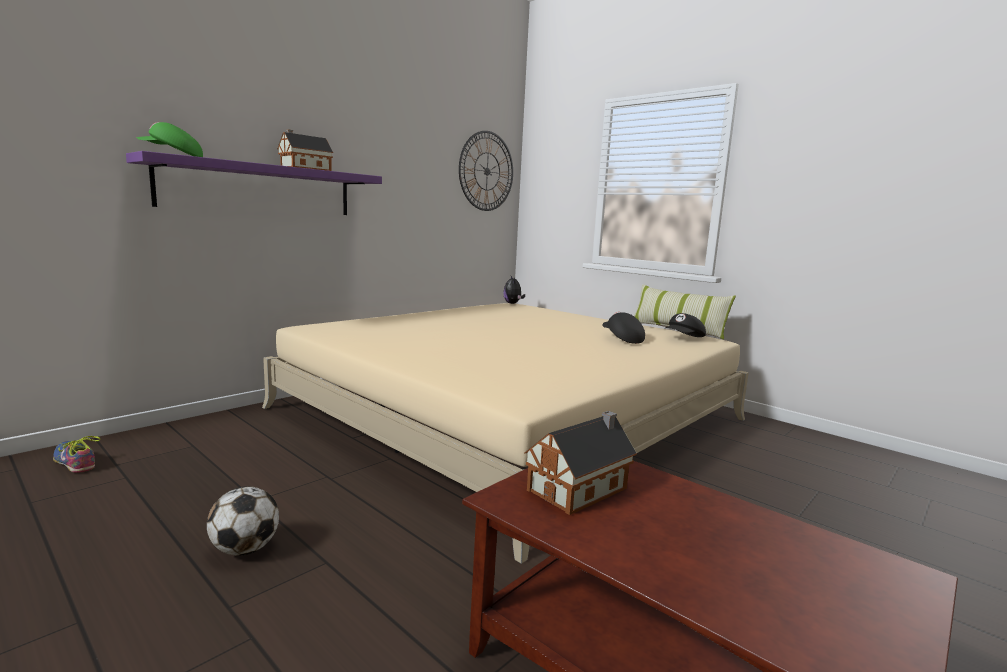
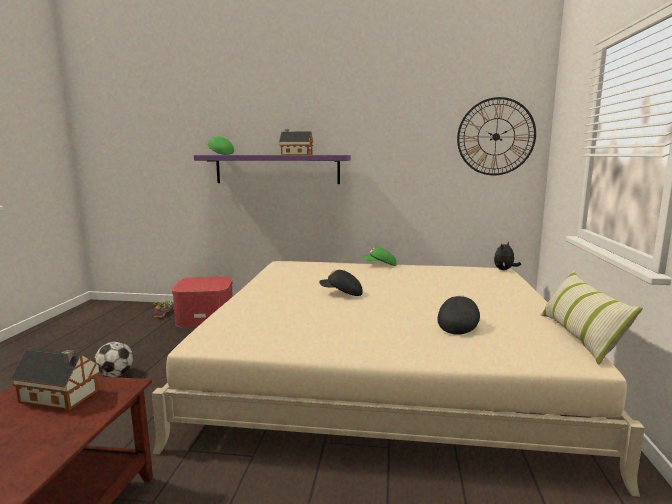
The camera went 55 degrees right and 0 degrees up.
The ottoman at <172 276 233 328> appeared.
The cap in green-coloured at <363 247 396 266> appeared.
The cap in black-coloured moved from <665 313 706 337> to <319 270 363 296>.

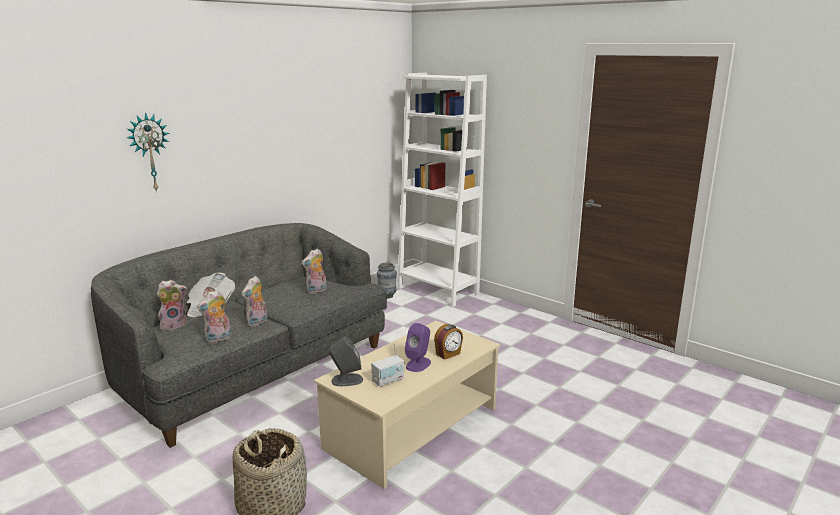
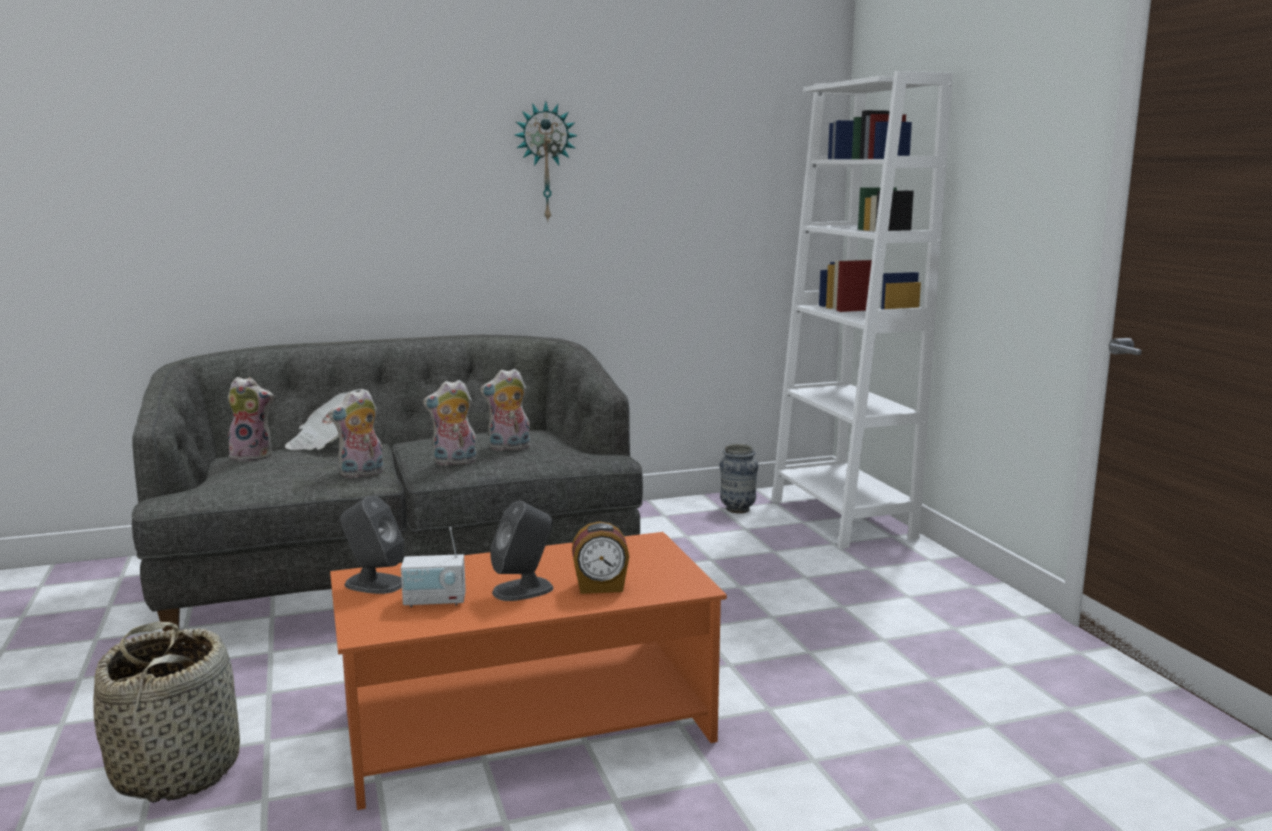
The camera went 30 degrees right and 5 degrees down.
The clock on the wall moved from <127 113 170 192> to <515 101 578 223>.
The soft toy moved from <197 289 231 344> to <423 380 477 465>.
The lounge table in beige-coloured at <314 321 500 489> became the lounge table in orange at <330 532 727 810>.
The speaker in purple at <405 323 431 372> became the speaker in gray at <490 501 553 601>.

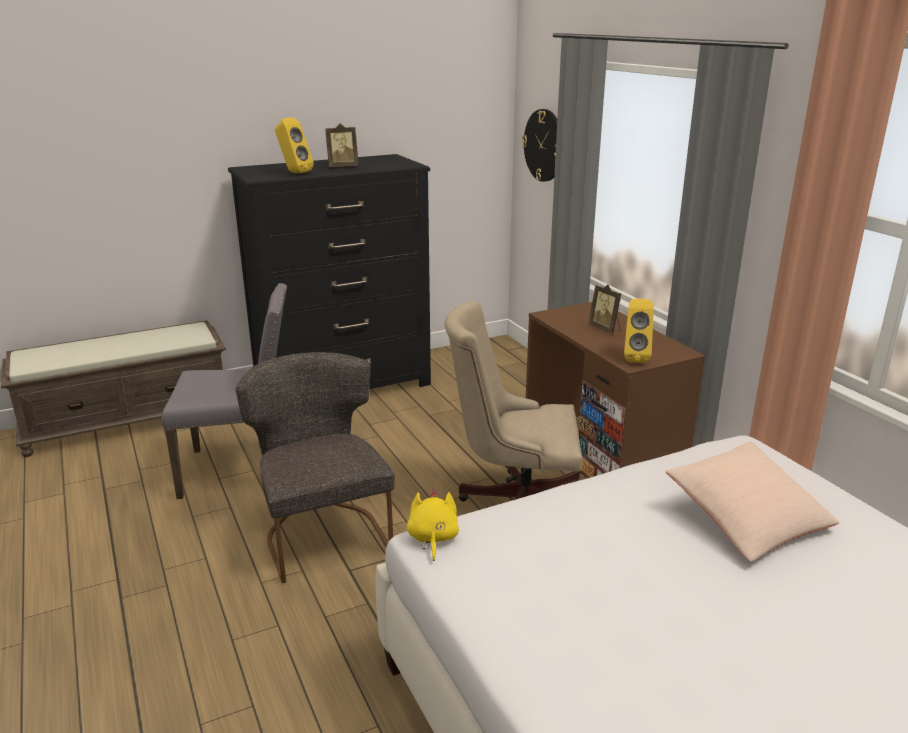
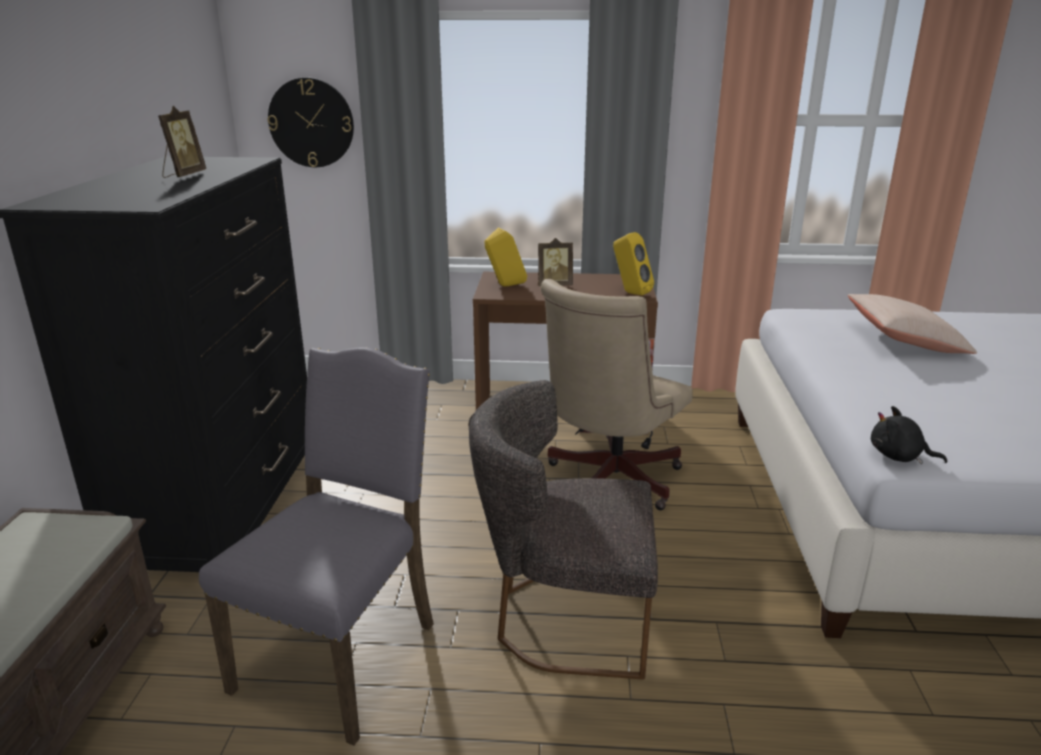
The camera went 60 degrees left and 0 degrees up.
The speaker in yellowish moved from <275 118 314 174> to <485 227 527 287>.
The soft toy in yellowish at <407 489 459 561> became the soft toy in black-coloured at <871 406 947 464>.

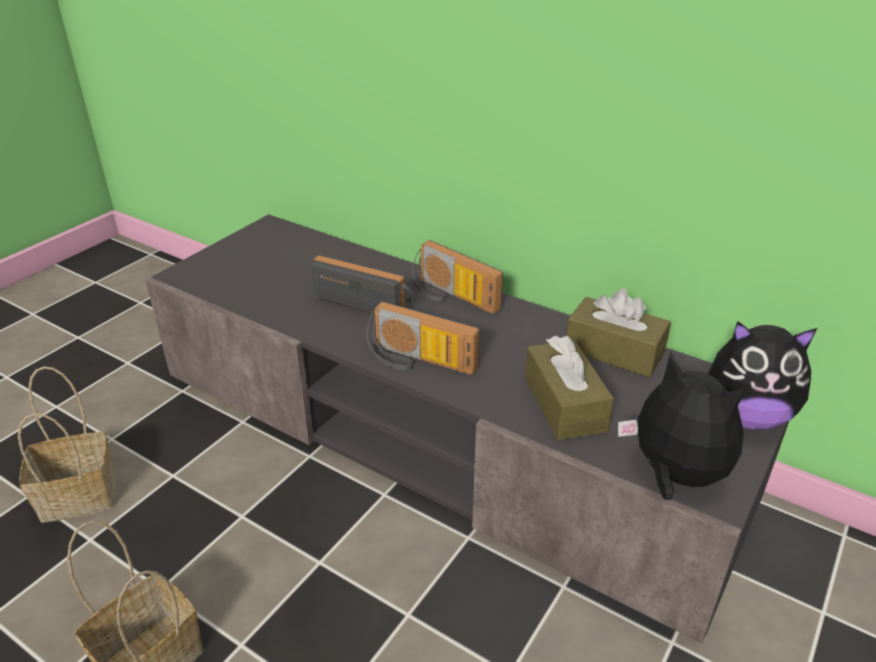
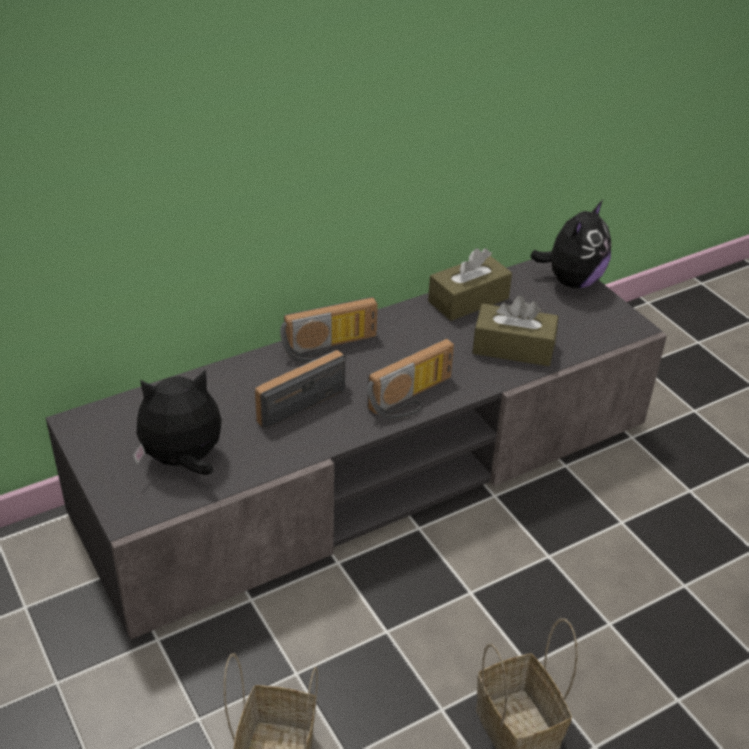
The camera went 65 degrees left and 5 degrees up.
The soft toy moved from <618 352 745 500> to <133 369 222 475>.

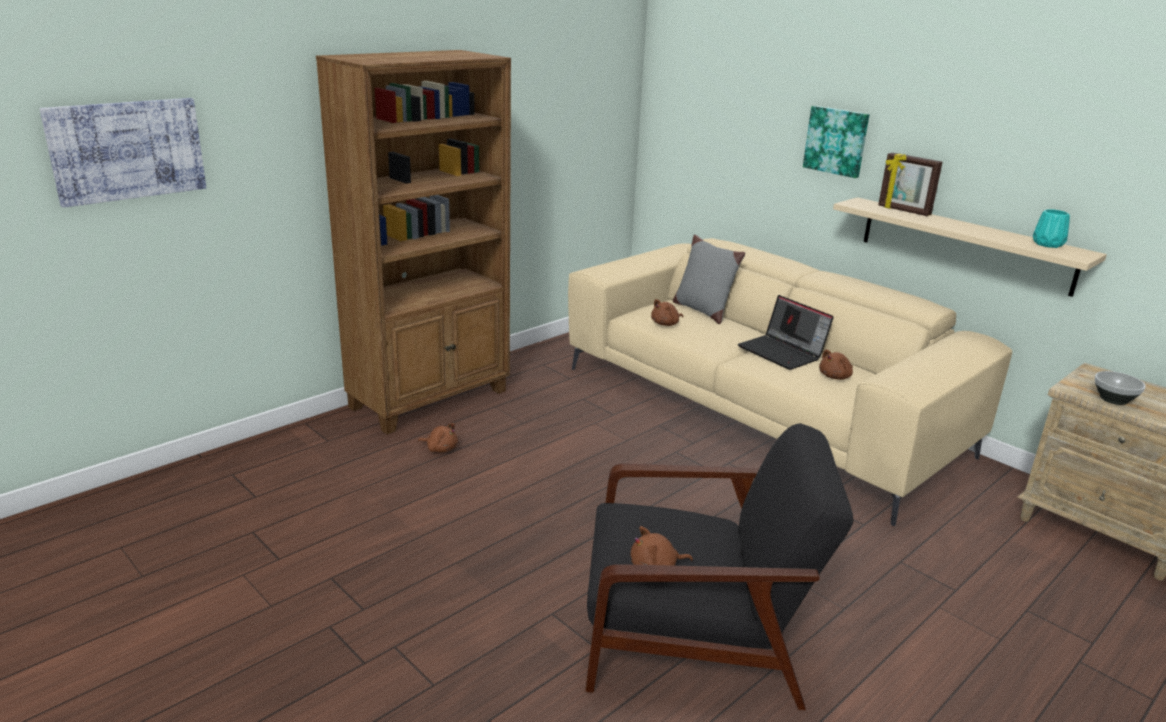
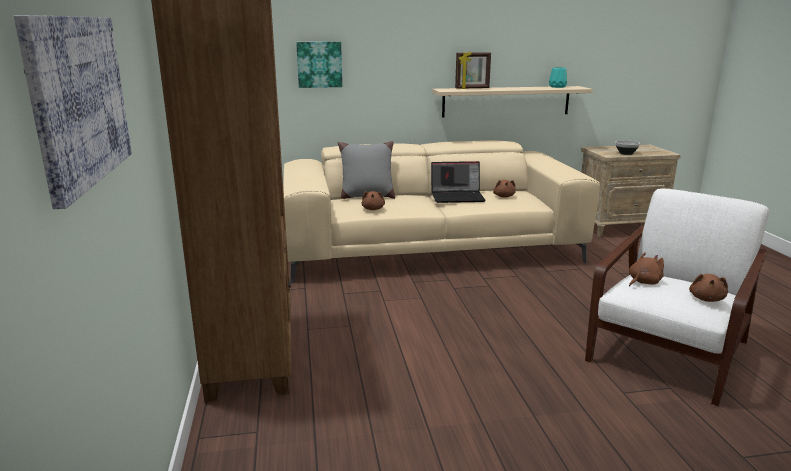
The camera went 55 degrees left and 5 degrees down.
The soft toy in brown moved from <418 423 458 452> to <629 252 664 286>.
The wall picture moved from <803 106 869 178> to <296 42 342 88>.
The easy chair in black-coloured at <585 423 853 710> became the easy chair in white at <585 188 769 406>.

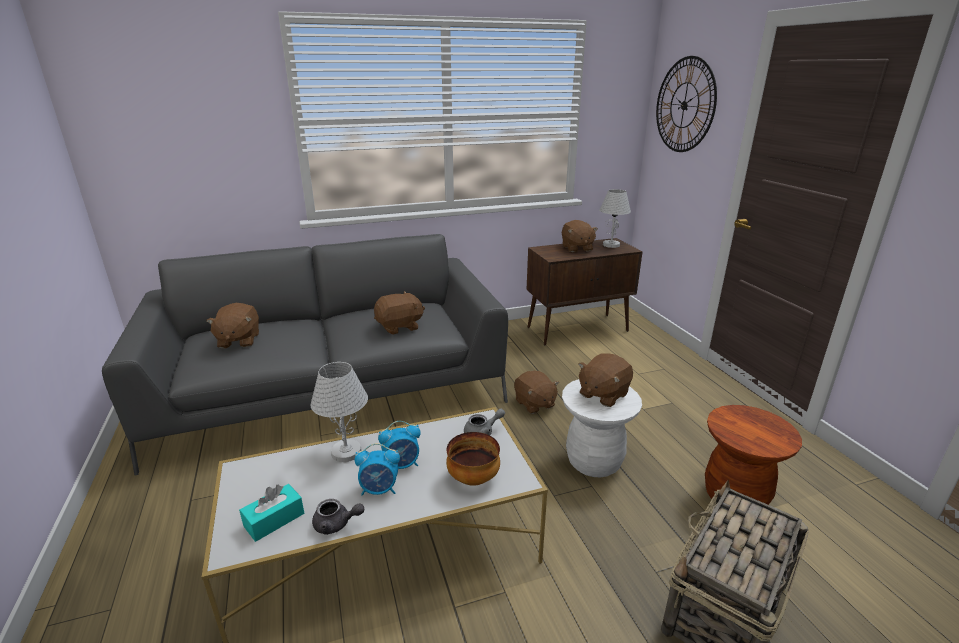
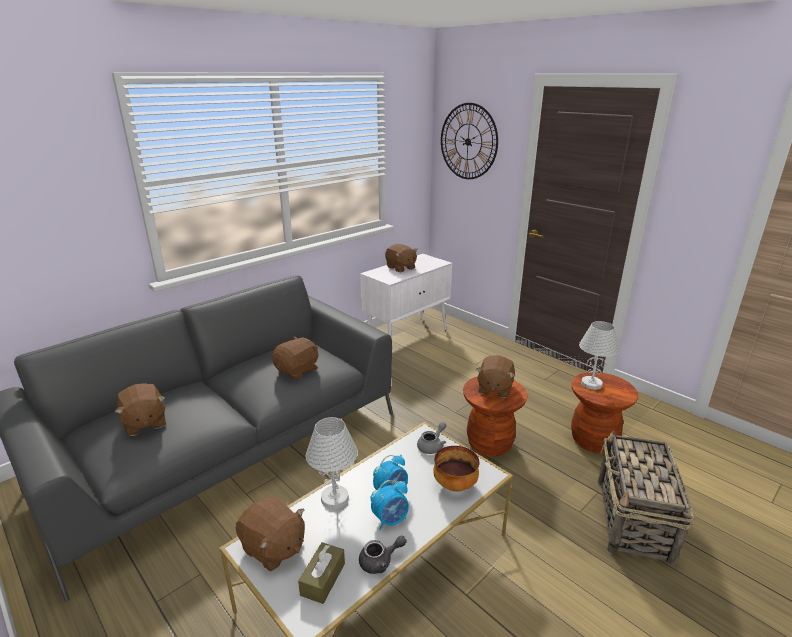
The camera went 25 degrees left and 0 degrees up.
The soft toy in brown moved from <514 371 559 414> to <236 496 305 572>.
The tabletop lamp in white moved from <599 189 631 248> to <579 321 619 390>.
The tissue box in turquoise at <239 484 304 542> became the tissue box in brown at <298 542 345 604>.
The cupboard in brown at <526 238 643 345> became the cupboard in white at <360 254 452 339>.
The stool seat in white at <562 379 642 477> became the stool seat in brown at <463 377 528 457>.

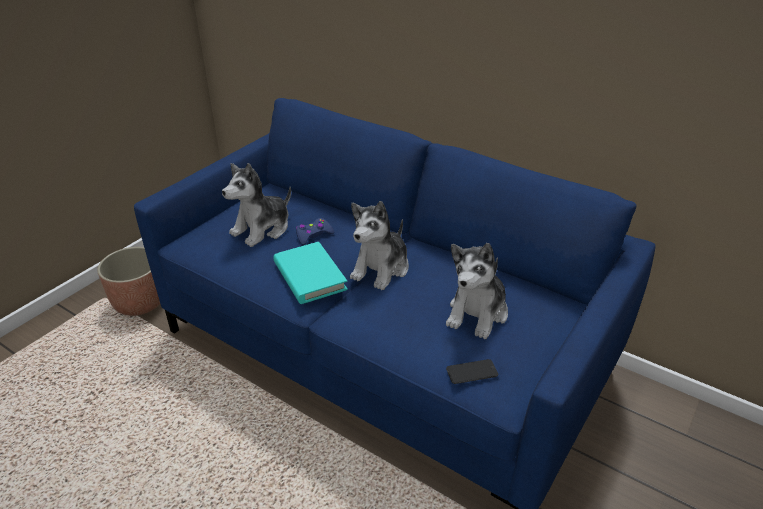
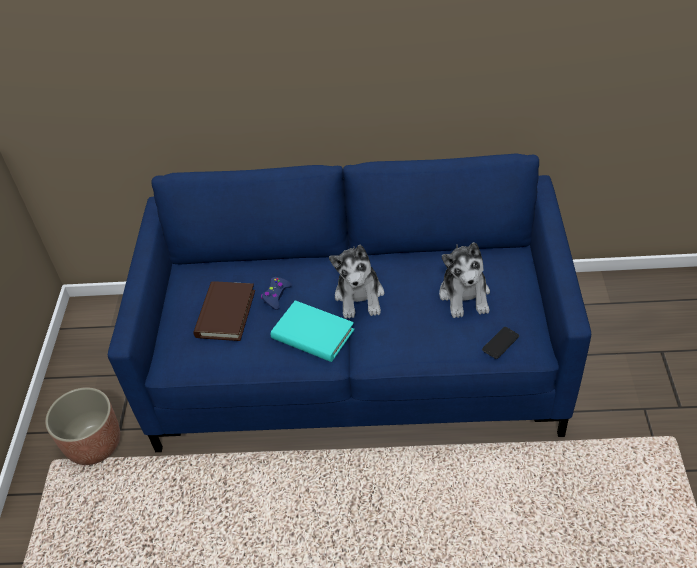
The camera went 30 degrees left and 10 degrees up.
The soft toy at <222 163 291 247> was replaced by the volume in brown at <193 281 255 341>.

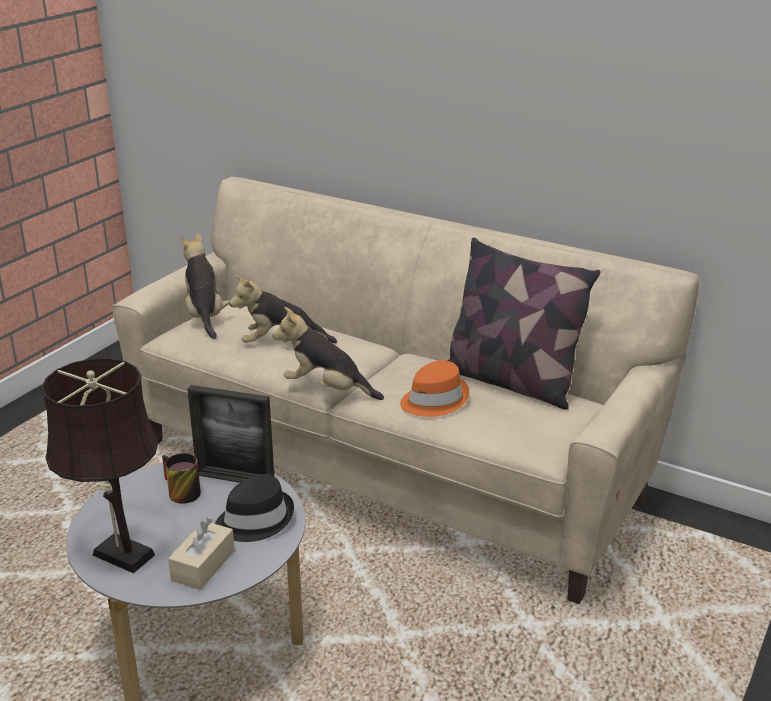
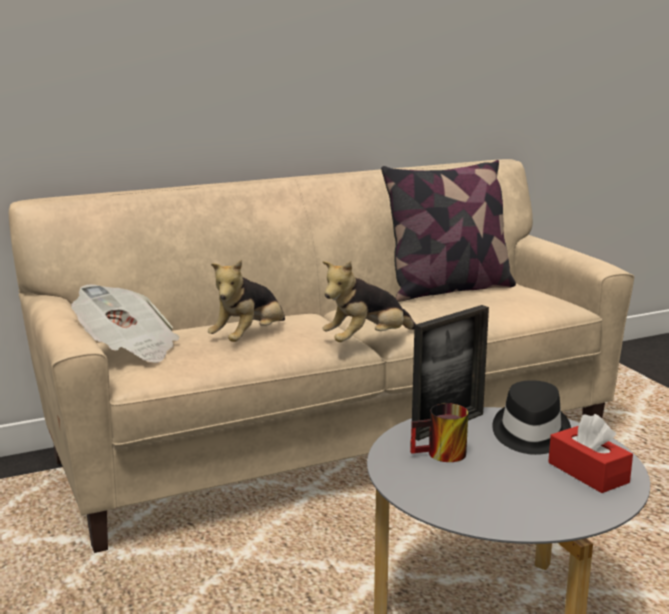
The camera went 55 degrees left and 10 degrees down.
The tabletop lamp in brown at <41 358 158 573> disappeared.
The clothing hat in orange at <400 360 469 417> disappeared.
The soft toy at <181 233 230 339> was replaced by the newspaper at <71 284 179 363>.
The tissue box in beige-coloured at <168 518 235 590> became the tissue box in reddish at <548 414 633 493>.

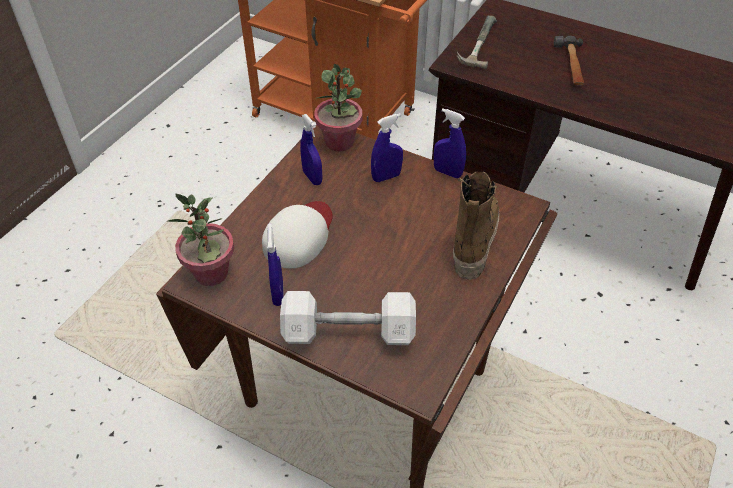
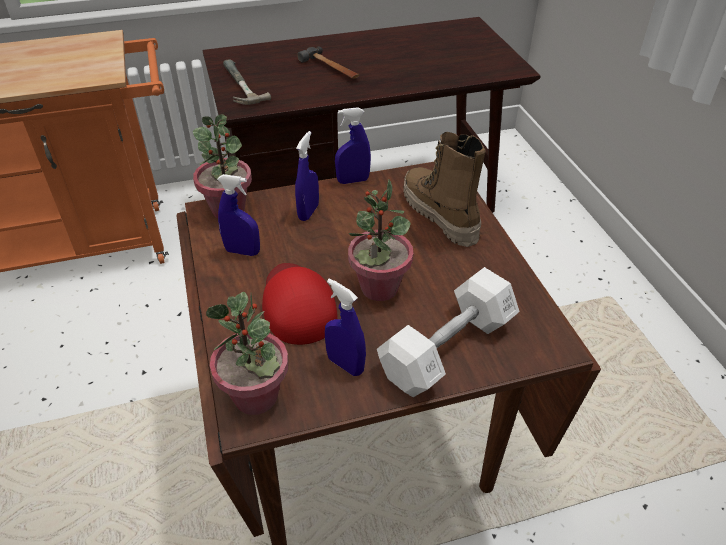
The camera went 45 degrees left and 5 degrees down.
The plant in a pot at <348 179 414 301> appeared.
The cap in white at <262 201 333 268> became the cap in reddish at <262 263 338 345>.

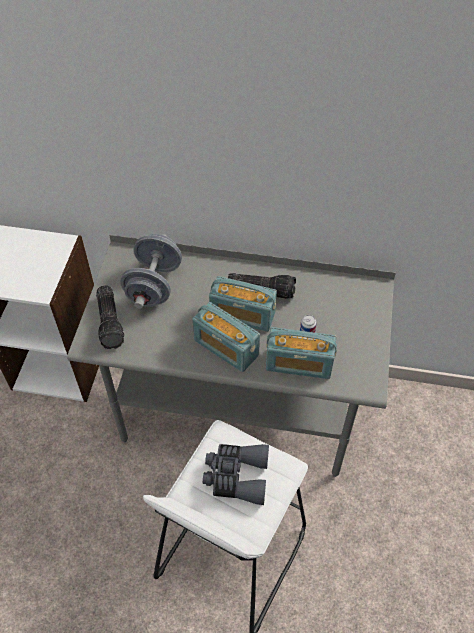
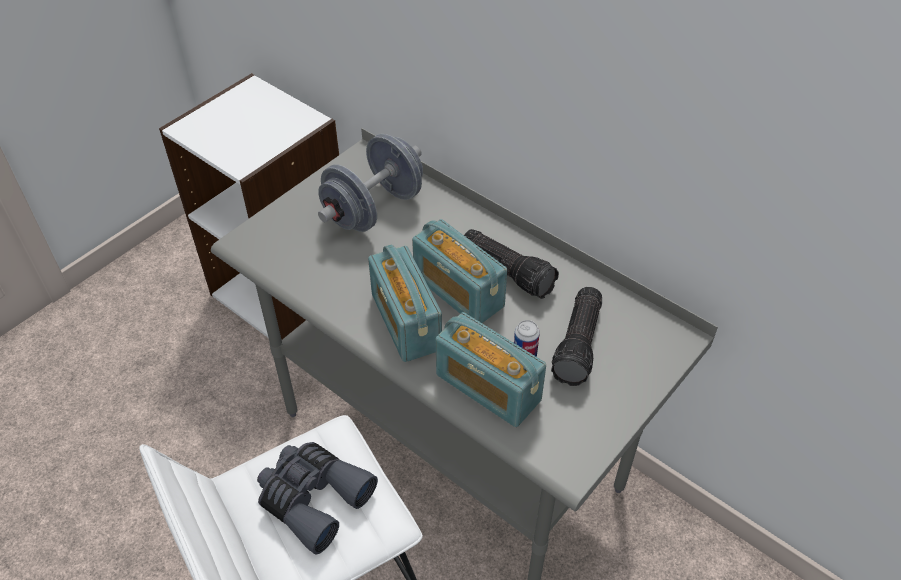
The camera went 30 degrees right and 5 degrees down.
The hand torch moved from <96 285 124 349> to <551 287 602 386>.

